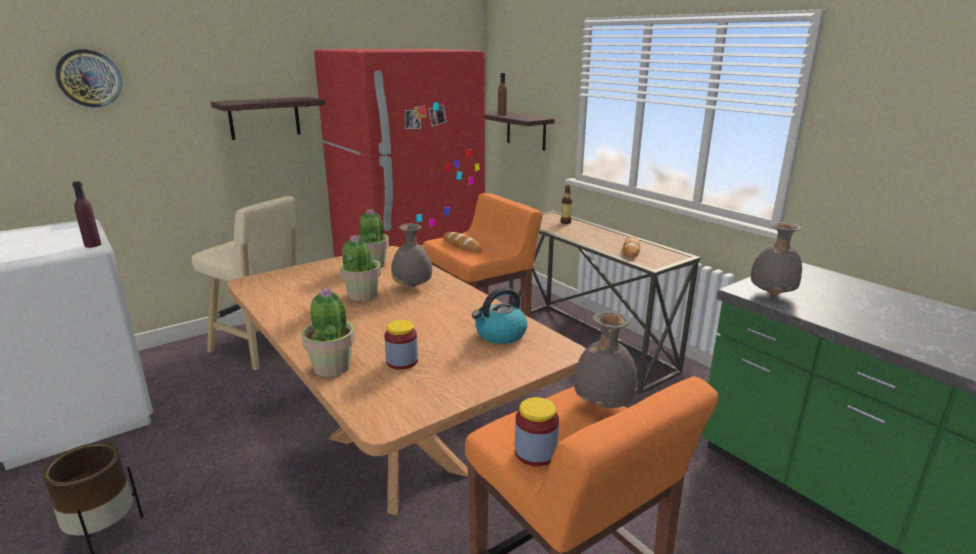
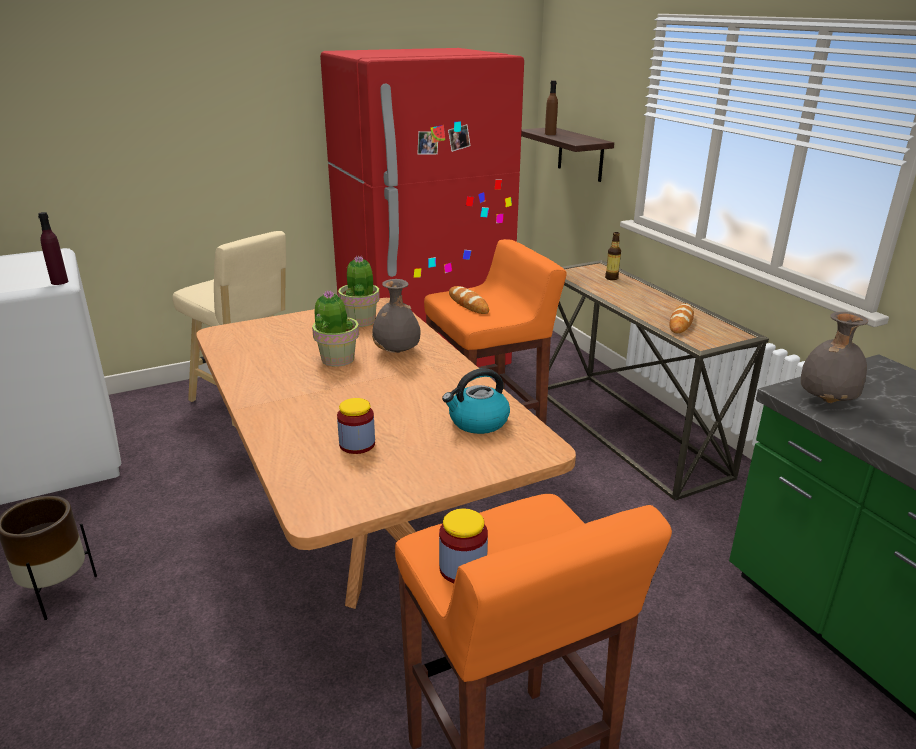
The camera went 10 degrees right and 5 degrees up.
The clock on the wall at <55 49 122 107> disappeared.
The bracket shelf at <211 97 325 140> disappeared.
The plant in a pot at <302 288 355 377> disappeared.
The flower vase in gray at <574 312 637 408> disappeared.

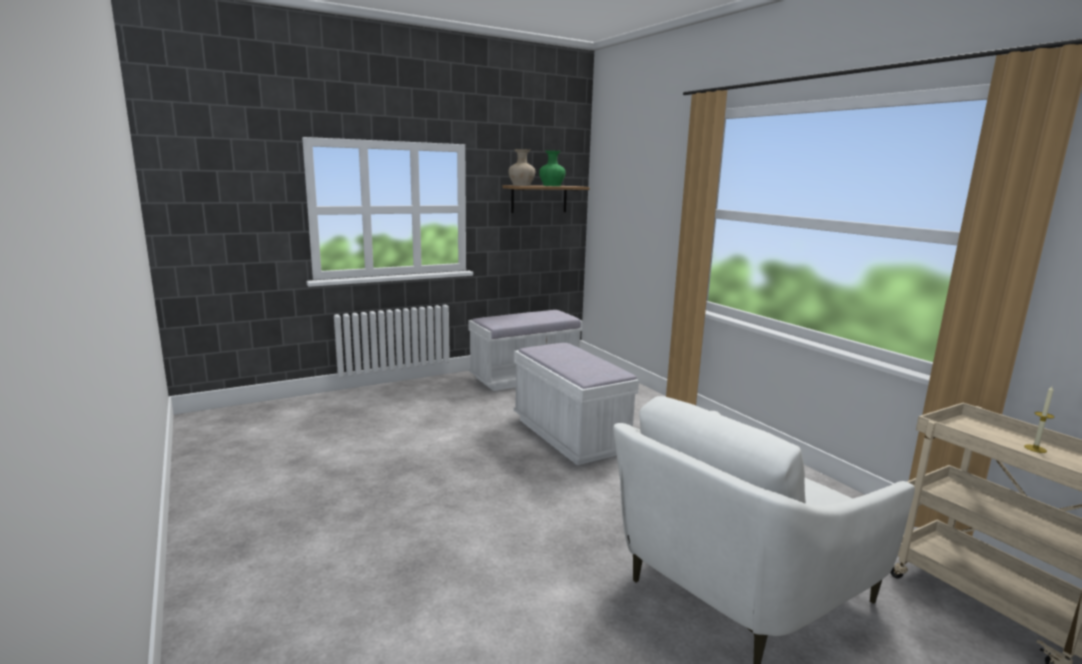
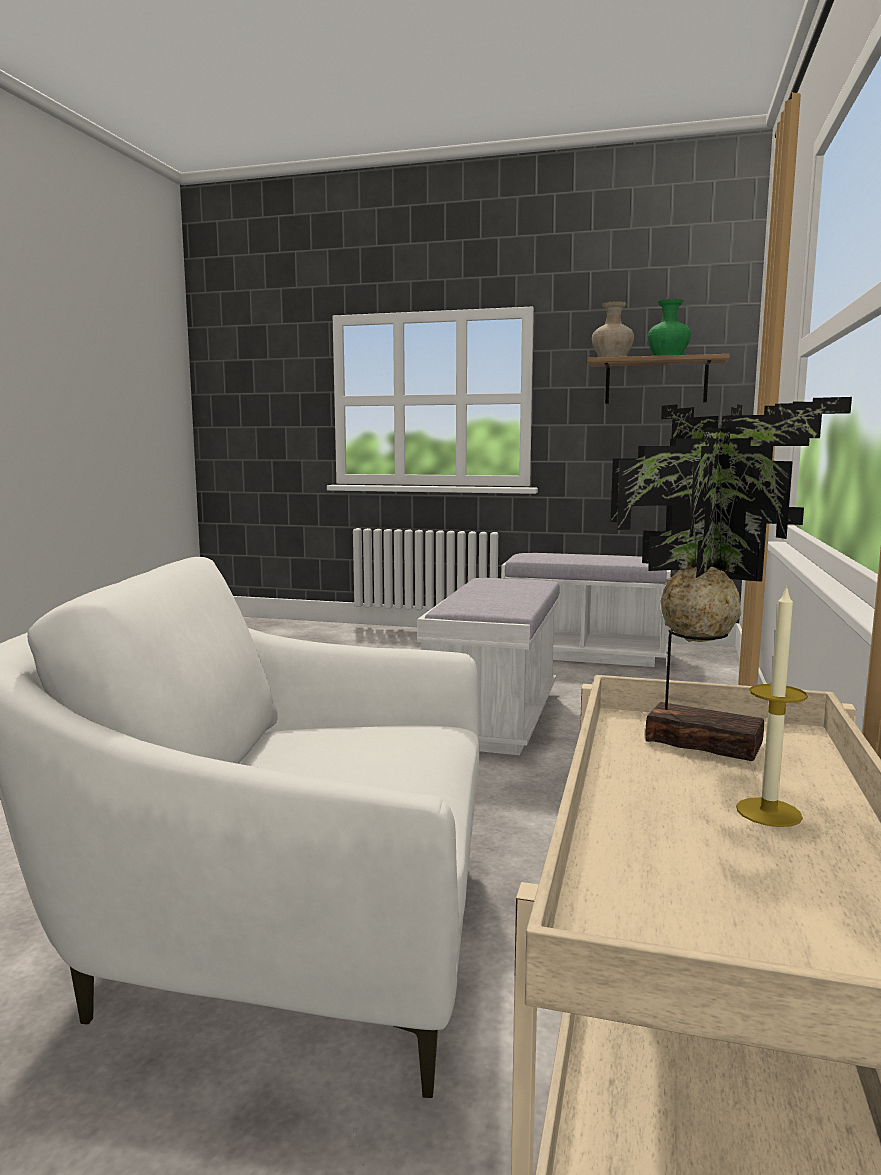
The camera went 45 degrees right and 5 degrees down.
The plant in a pot at <610 397 852 761> appeared.

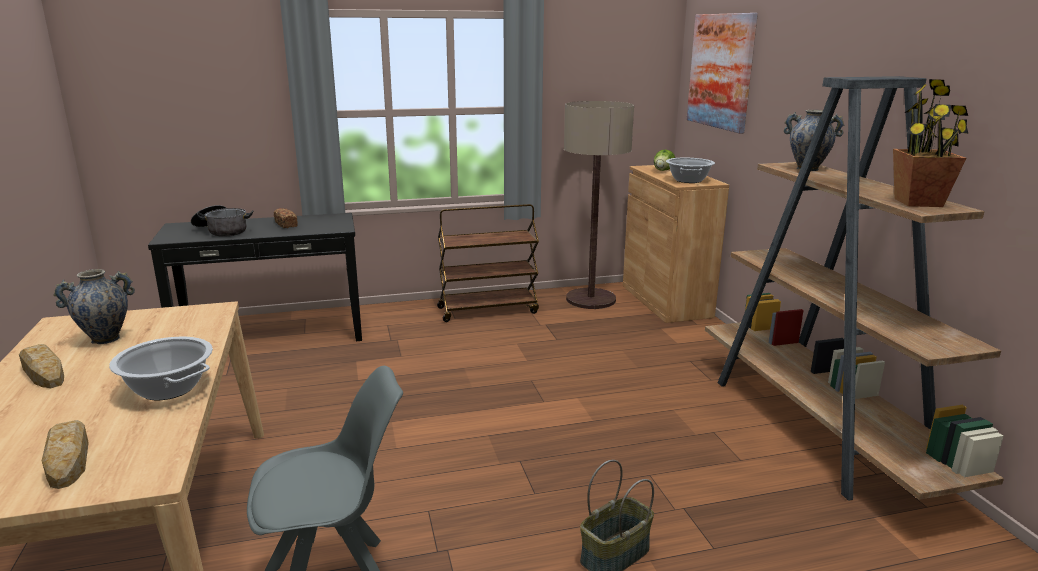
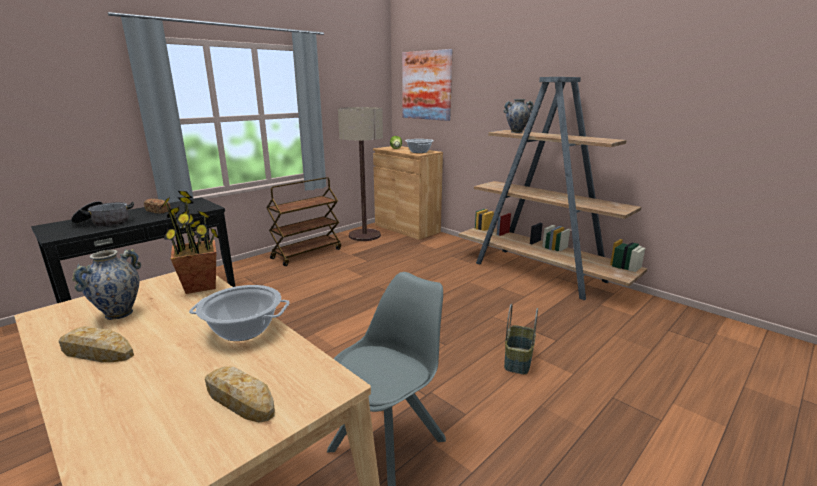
The camera went 30 degrees left and 0 degrees up.
The plant in a pot moved from <893 79 968 207> to <160 191 220 294>.

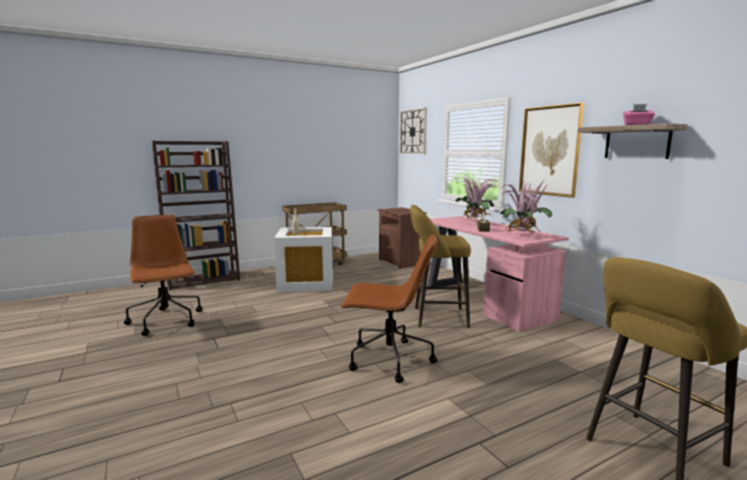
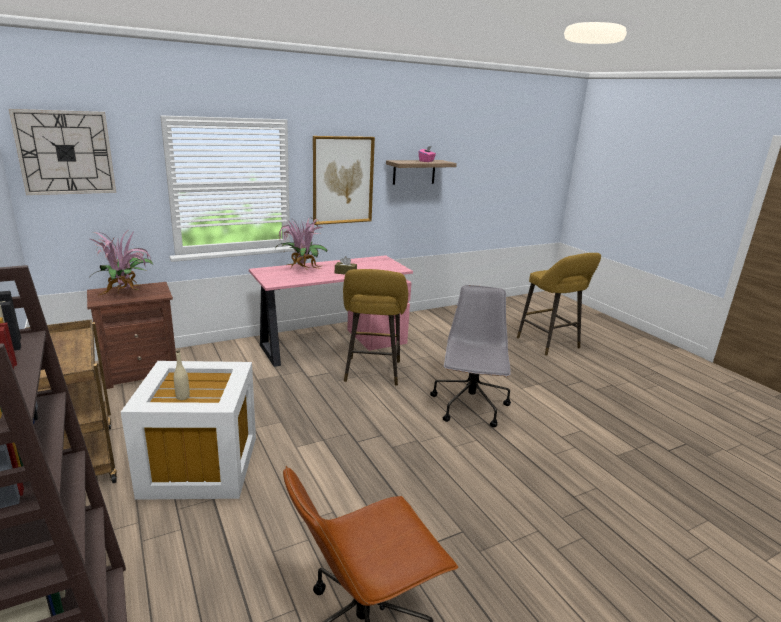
The camera went 90 degrees left and 10 degrees up.
The plant in a pot moved from <500 180 552 233> to <91 229 153 295>.
The desk chair in brown at <340 234 437 383> became the desk chair in gray at <430 285 511 427>.

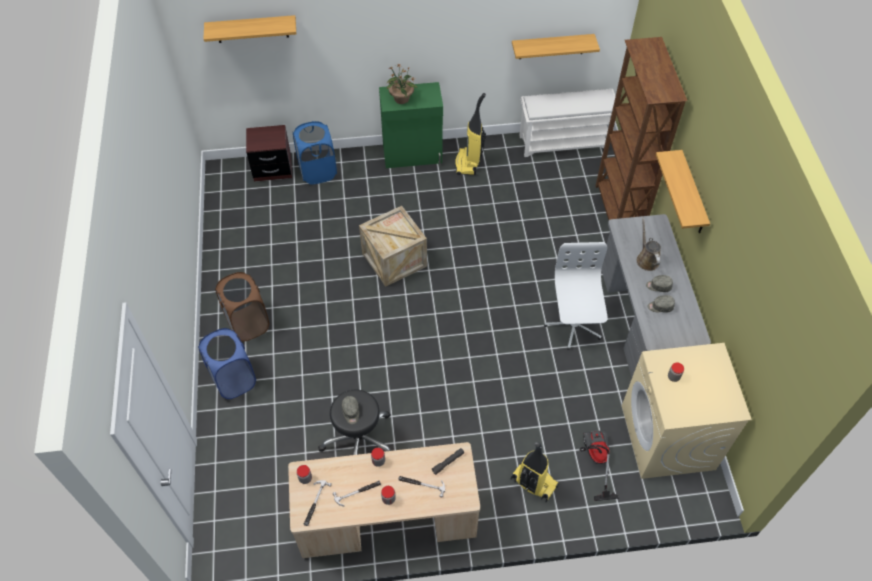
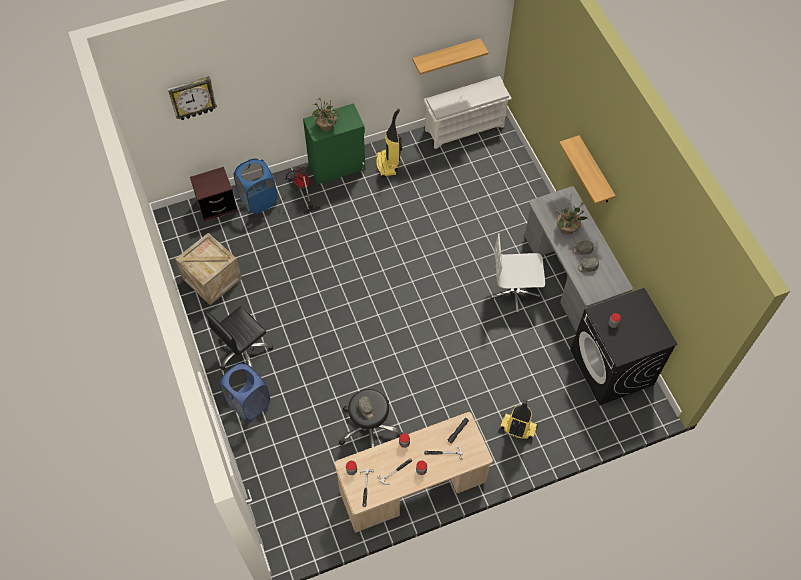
The camera went 15 degrees left and 5 degrees up.
The bookshelf in brown at <596 37 688 220> disappeared.
The shipping crate moved from <359 206 427 287> to <175 233 242 305>.
The hoover moved from <579 430 619 501> to <285 167 321 214>.
The bracket shelf at <204 15 296 43> was replaced by the clock on the wall at <168 76 217 120>.
The laundry basket in brown at <215 272 270 342> was replaced by the desk chair in black-coloured at <205 306 273 371>.
The watering can in brown at <637 217 661 271> was replaced by the plant in a pot at <556 202 588 235>.
The washing machine in beige-coloured at <622 343 752 479> became the washing machine in black-coloured at <570 288 678 406>.
The desk chair in white at <544 242 608 350> turned 75 degrees counterclockwise.

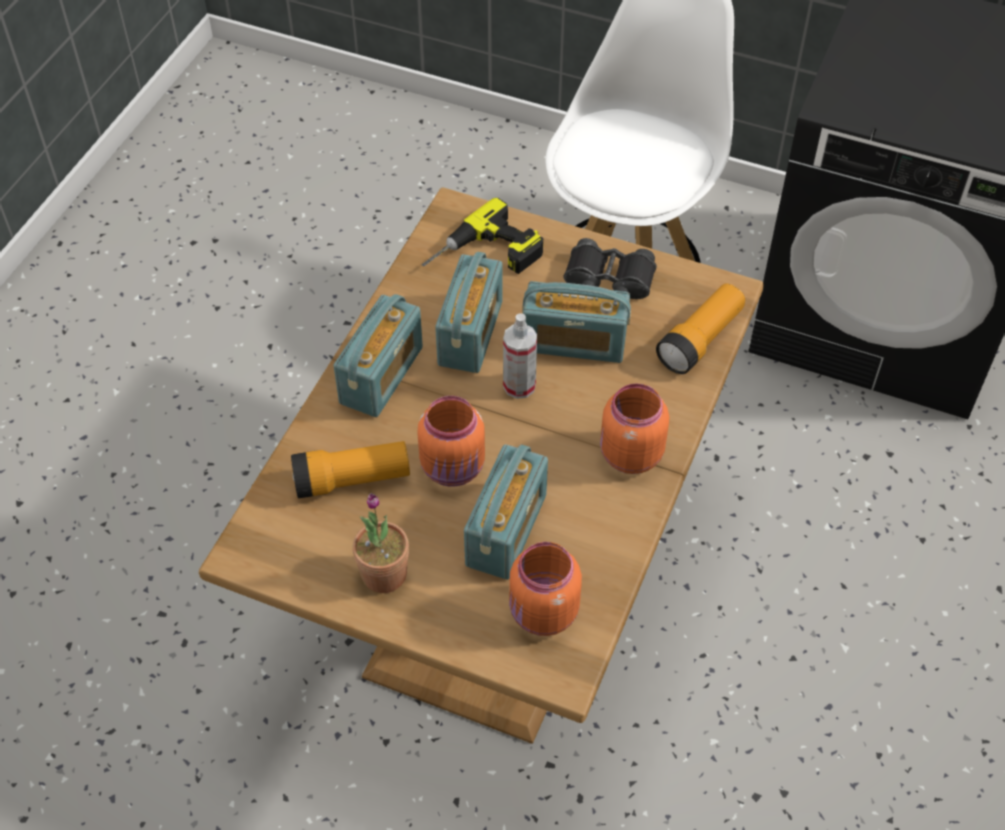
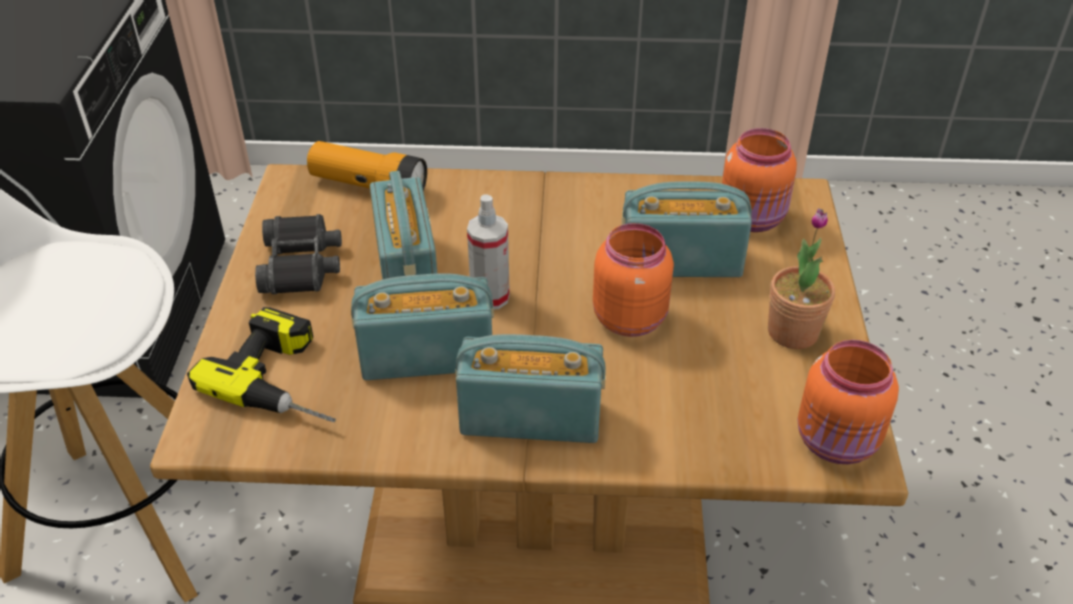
The camera went 110 degrees left and 10 degrees down.
The hand torch at <291 441 410 498> disappeared.
The storage jar in orange moved from <600 383 669 474> to <797 340 899 464>.

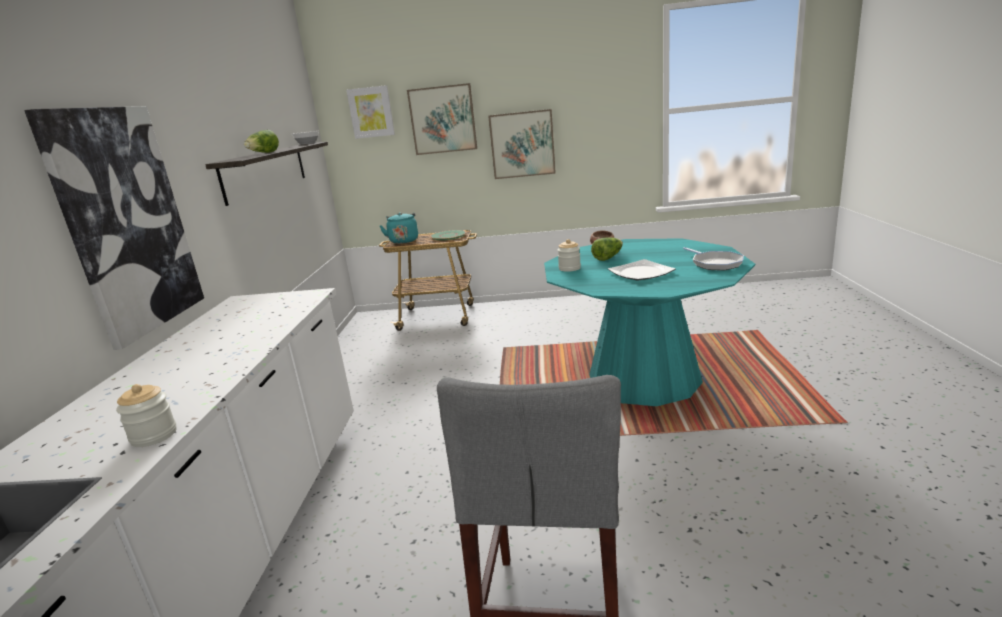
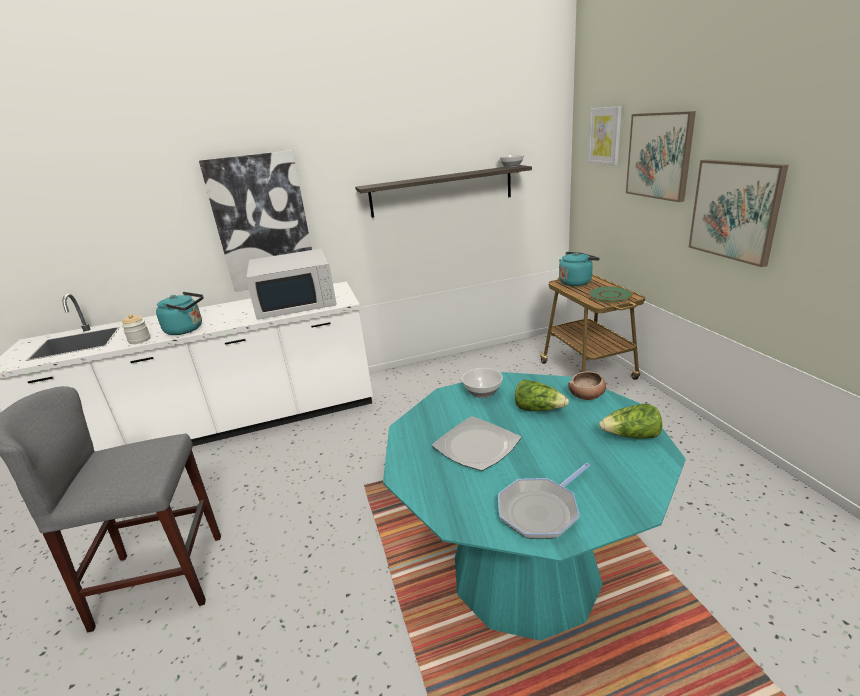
The camera went 70 degrees right and 5 degrees up.
The water kettle in turquoise at <156 292 203 335> appeared.
The microwave in white at <246 249 337 320> appeared.
The head of lettuce moved from <244 130 279 153> to <599 404 662 438>.
The storage jar at <557 239 581 272> was replaced by the bowl at <462 368 503 398>.

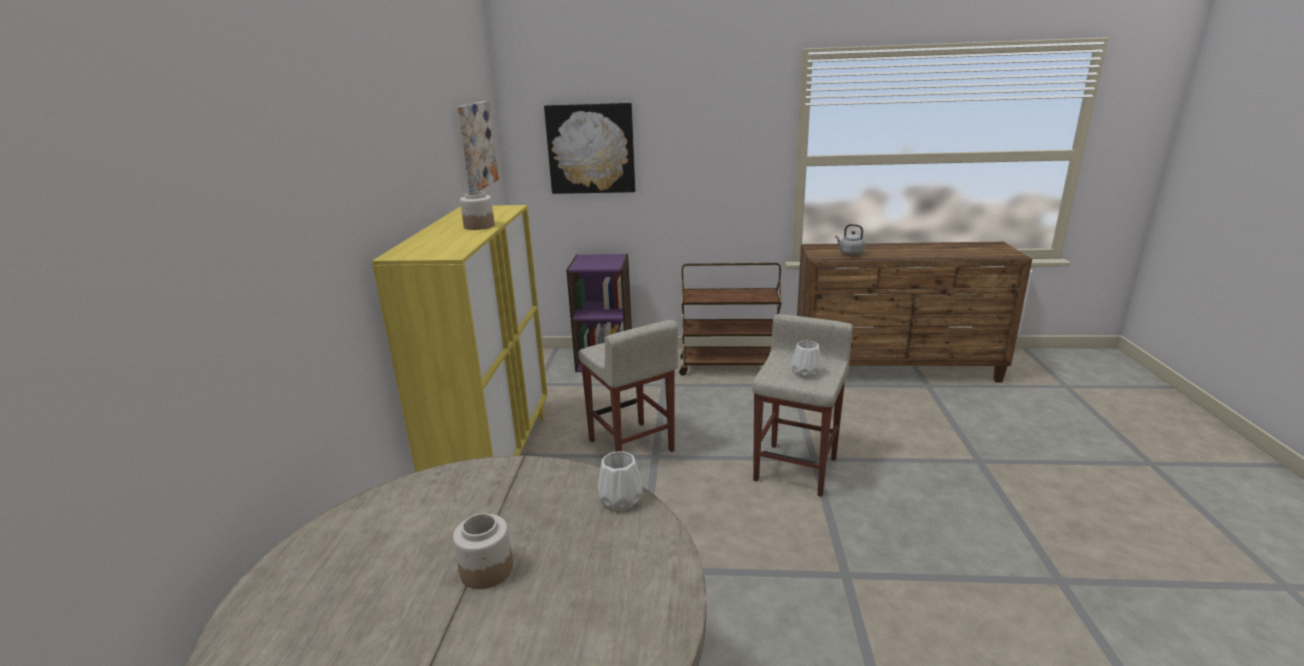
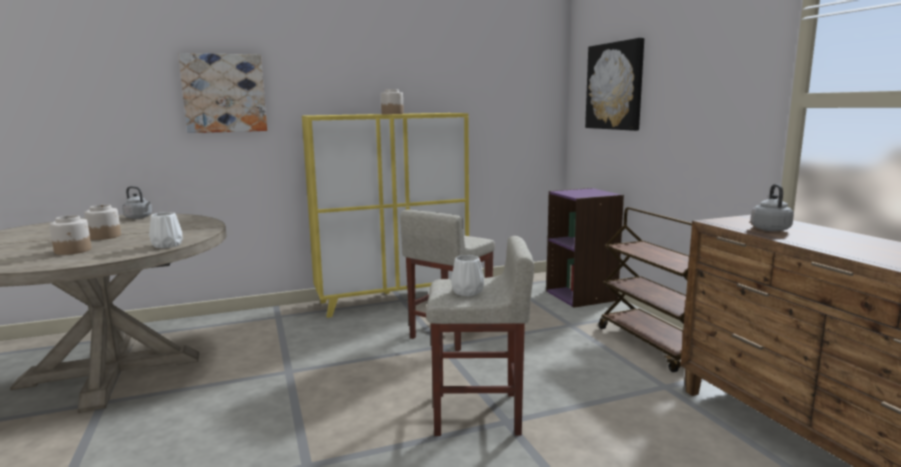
The camera went 65 degrees right and 10 degrees down.
The storage jar at <49 215 92 255> appeared.
The water kettle in gray at <122 186 152 219> appeared.
The wall picture moved from <458 101 499 192> to <178 53 267 133>.

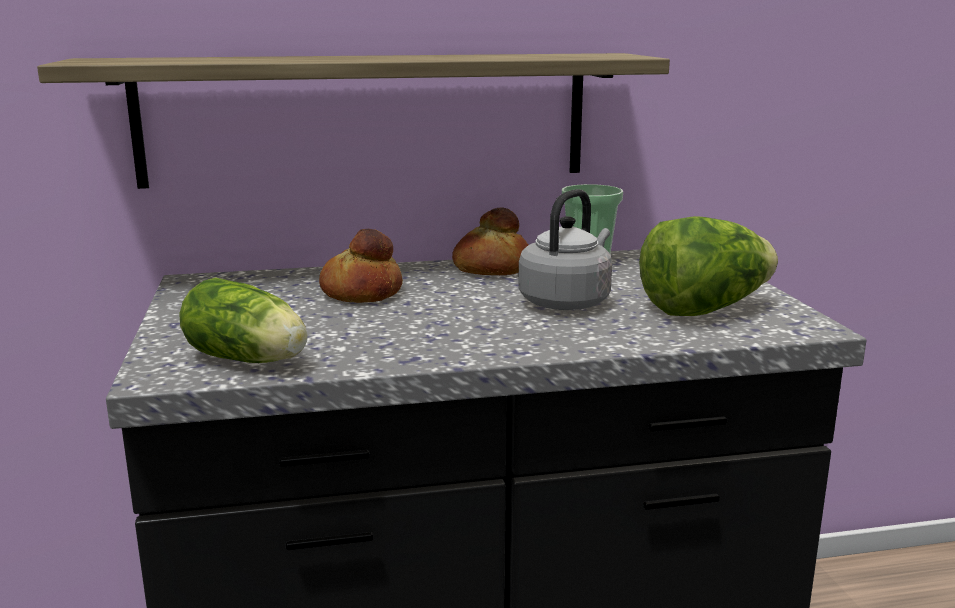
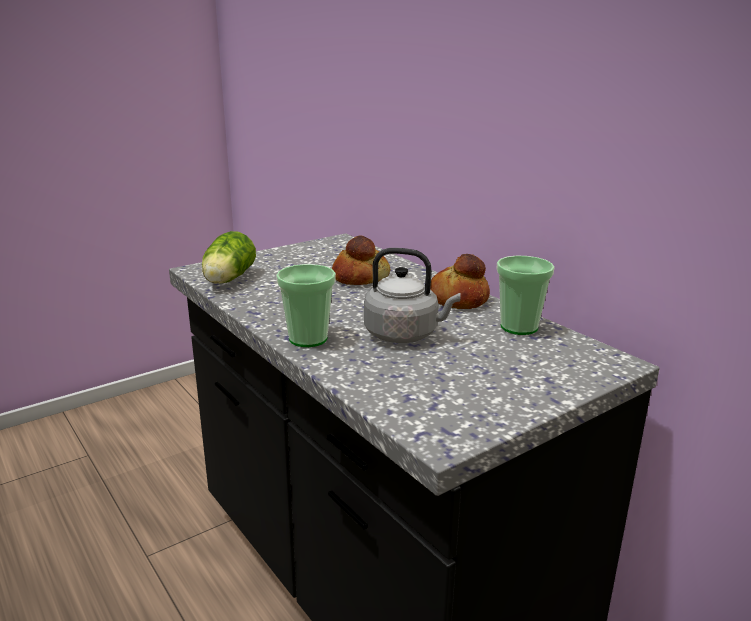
The camera went 65 degrees right and 5 degrees up.
The bracket shelf at <37 53 670 189> disappeared.
The head of lettuce at <639 216 778 316> disappeared.
The drinking cup at <276 264 336 347> appeared.

